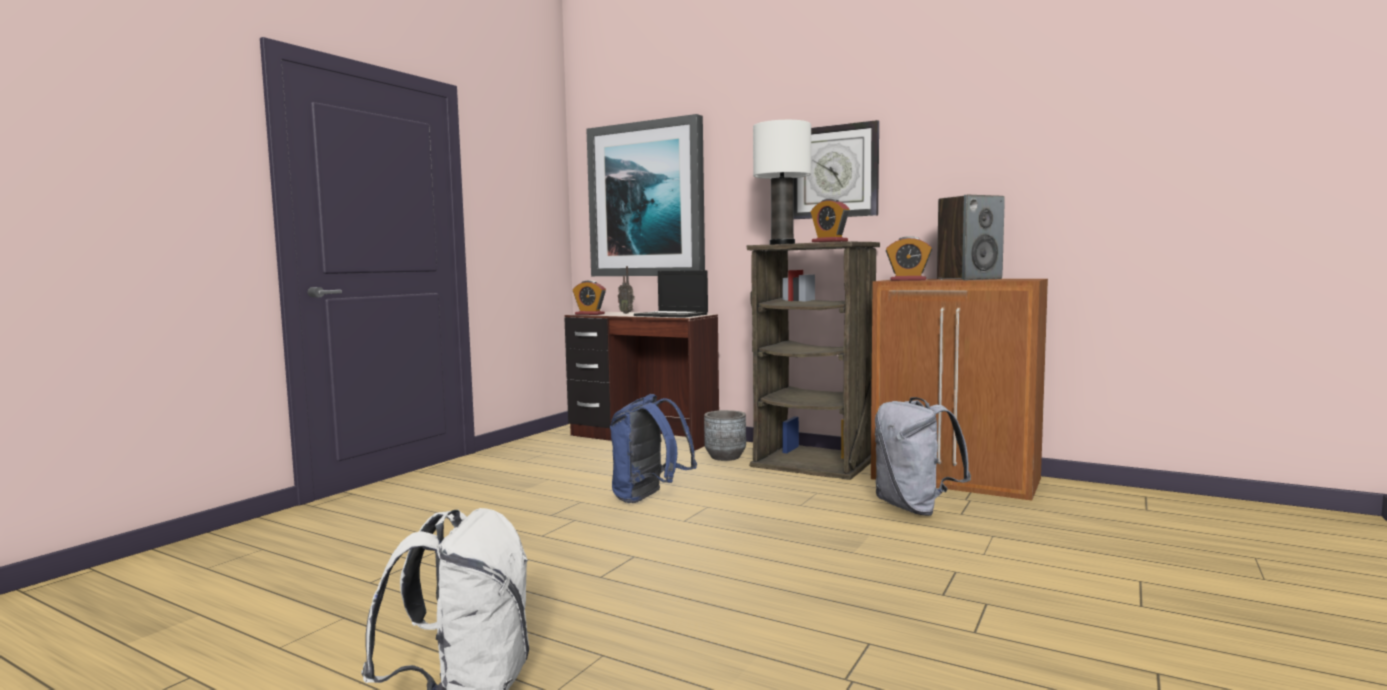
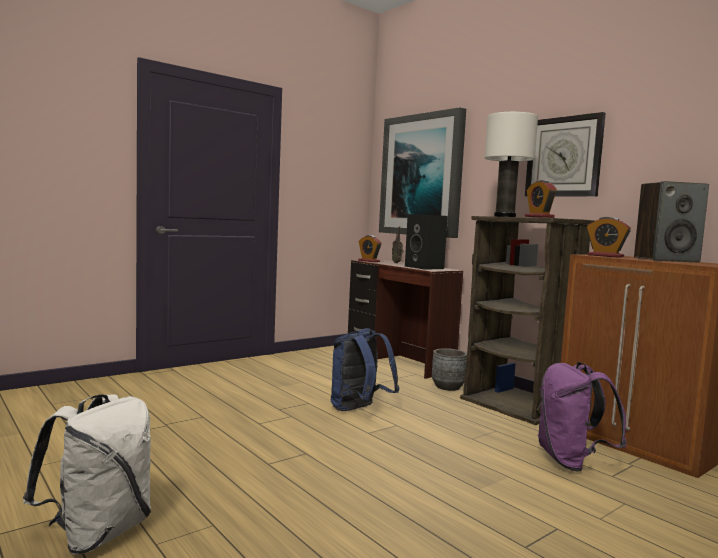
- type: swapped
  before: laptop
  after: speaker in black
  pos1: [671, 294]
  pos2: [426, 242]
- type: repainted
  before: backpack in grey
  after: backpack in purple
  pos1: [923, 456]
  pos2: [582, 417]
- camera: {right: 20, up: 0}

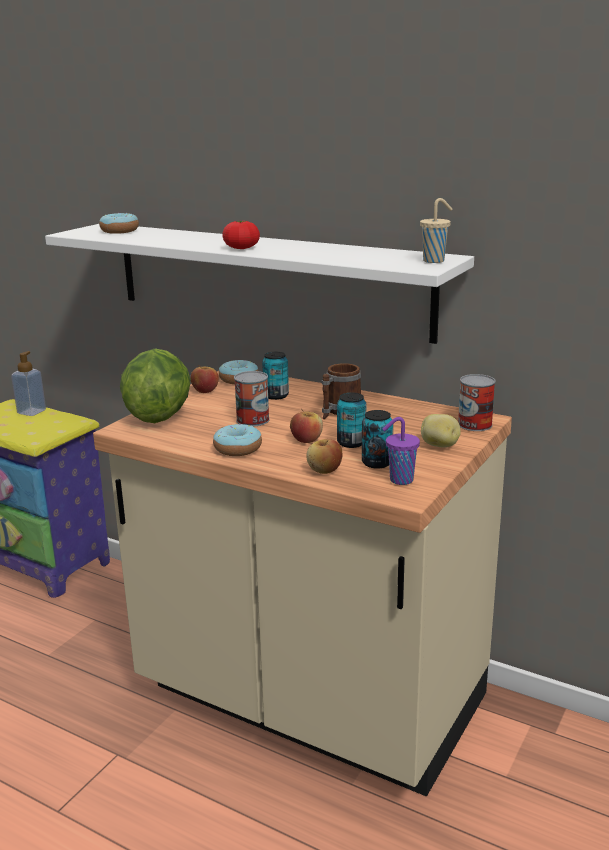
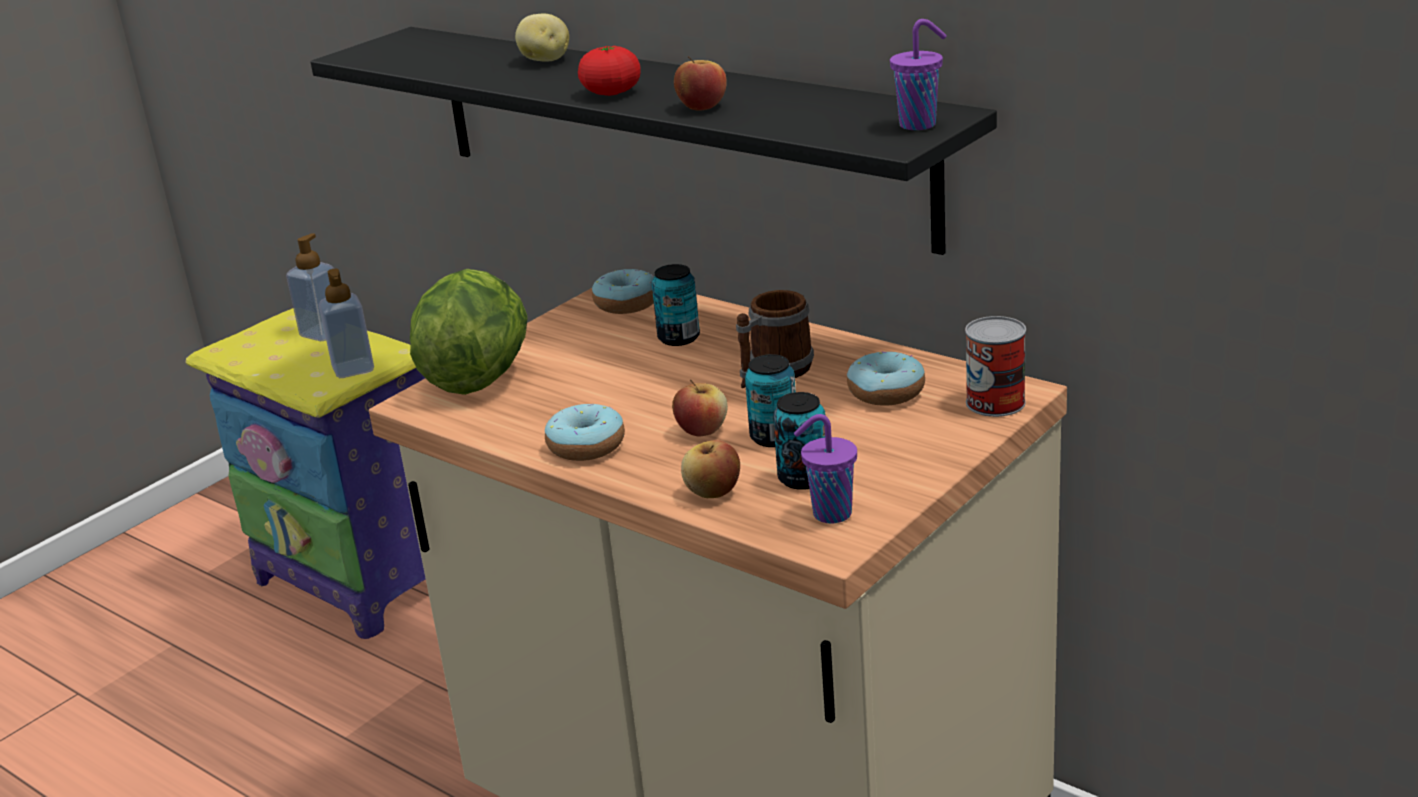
- type: repainted
  before: cup in beige
  after: cup in purple
  pos1: [436, 230]
  pos2: [918, 74]
- type: shifted
  before: donut
  pos1: [119, 223]
  pos2: [886, 378]
- type: repainted
  before: shelf in white
  after: shelf in black
  pos1: [259, 284]
  pos2: [653, 141]
- type: shifted
  before: apple
  pos1: [204, 379]
  pos2: [700, 83]
- type: gone
  before: can
  pos1: [252, 398]
- type: shifted
  before: potato
  pos1: [441, 431]
  pos2: [542, 37]
- type: new
  after: soap dispenser
  pos2: [346, 323]
- camera: {right: 10, up: 5}

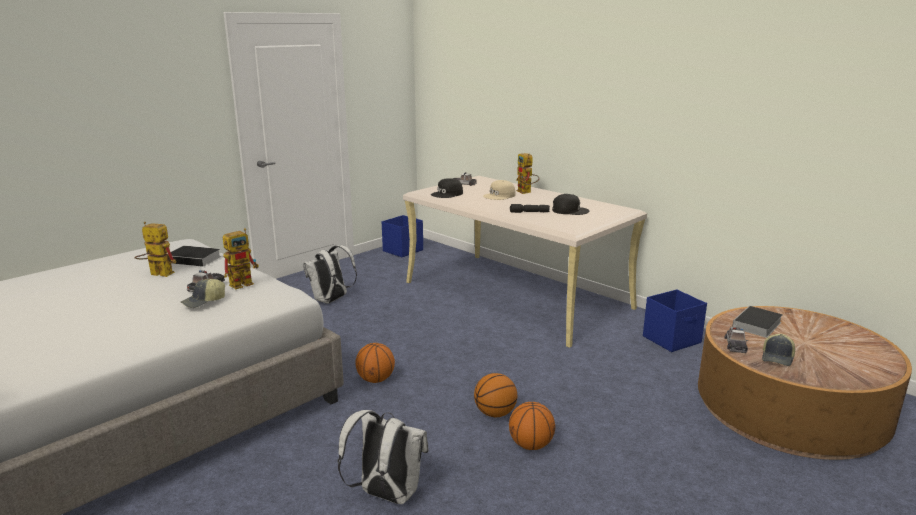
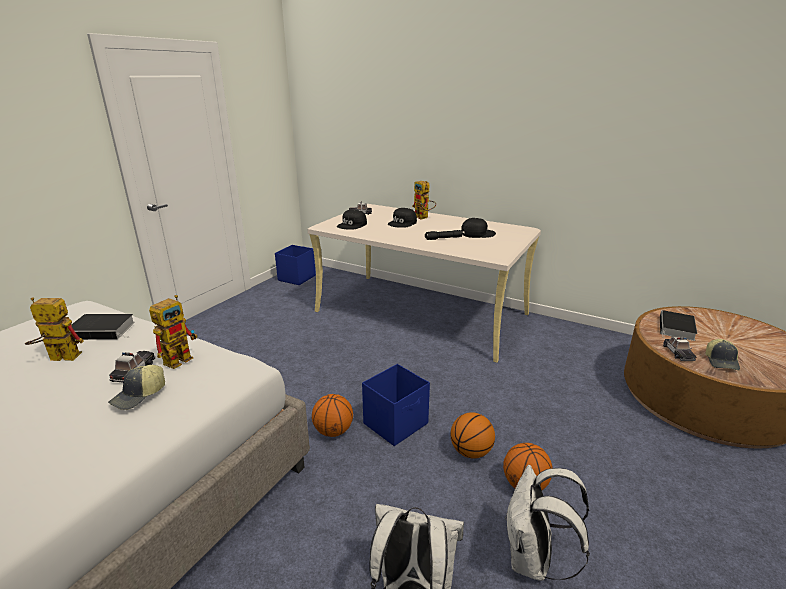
- type: repainted
  before: cap in beige
  after: cap in black
  pos1: [499, 190]
  pos2: [402, 218]
- type: shifted
  before: backpack in white
  pos1: [330, 274]
  pos2: [547, 523]
- type: shifted
  before: storage box in blue
  pos1: [675, 320]
  pos2: [396, 405]
- camera: {right: -15, up: 5}

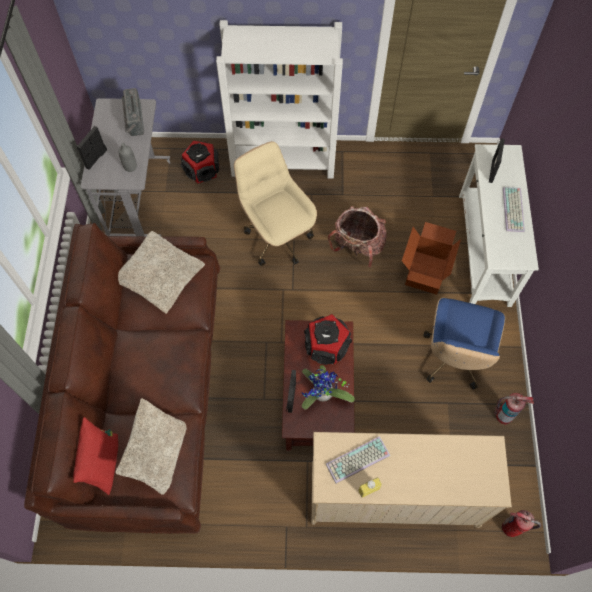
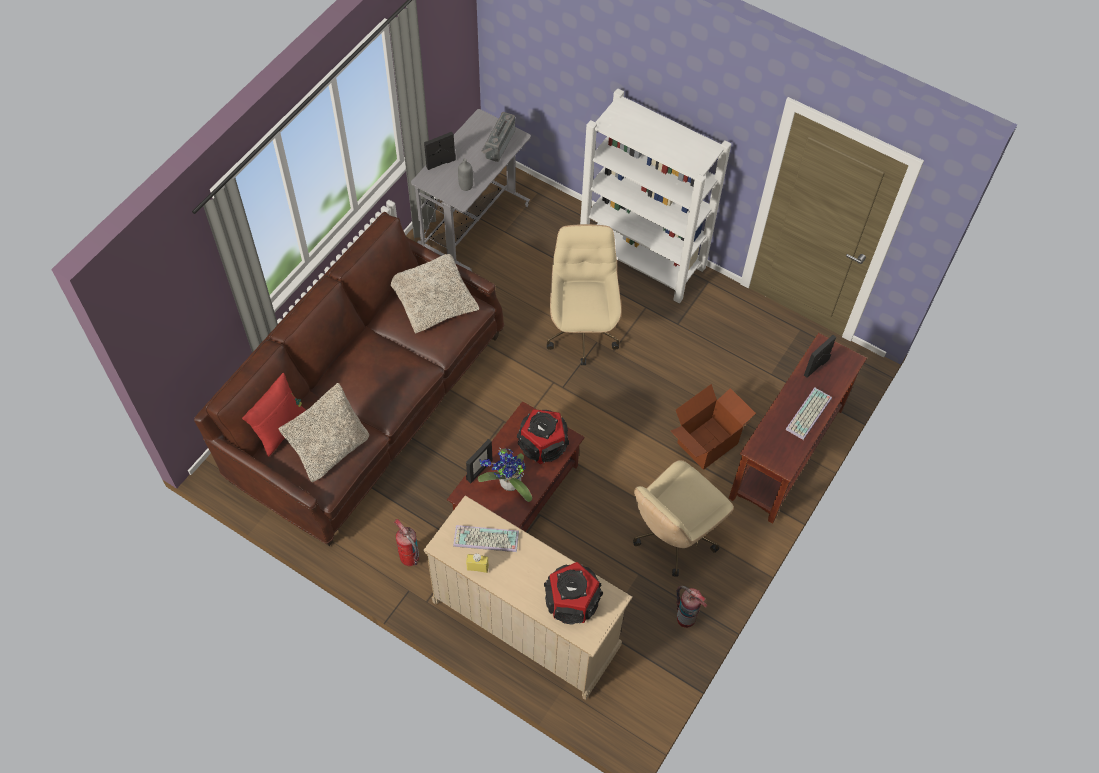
- type: shifted
  before: speaker
  pos1: [200, 162]
  pos2: [573, 593]
- type: repainted
  before: console table in white
  after: console table in brown
  pos1: [499, 225]
  pos2: [798, 428]
- type: gone
  before: backpack
  pos1: [357, 237]
- type: repainted
  before: office chair in blue
  after: office chair in beige
  pos1: [464, 344]
  pos2: [683, 518]
- type: shifted
  before: fire extinguisher
  pos1: [521, 523]
  pos2: [406, 542]
- camera: {right: 30, up: -5}

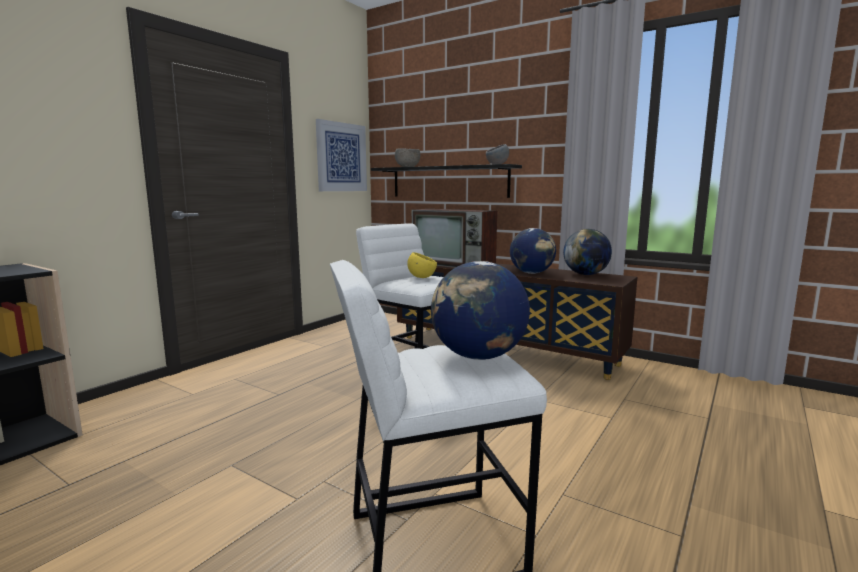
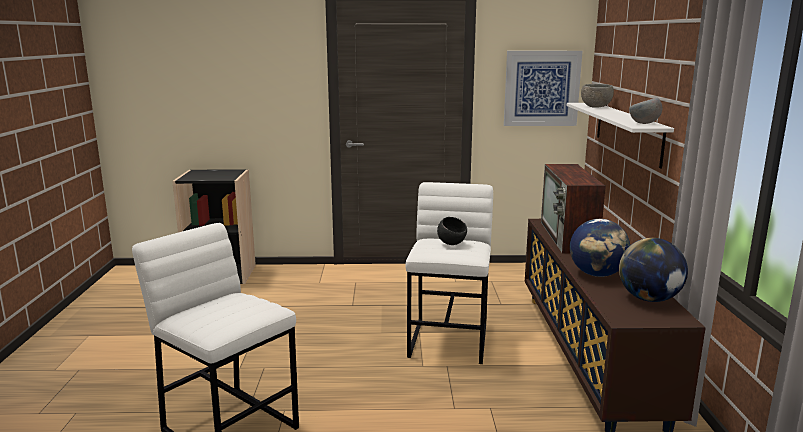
- type: repainted
  before: shelf in black
  after: shelf in white
  pos1: [446, 181]
  pos2: [620, 136]
- type: repainted
  before: bowl in yellow
  after: bowl in black
  pos1: [422, 265]
  pos2: [452, 231]
- type: gone
  before: globe
  pos1: [480, 310]
- camera: {right: 55, up: 5}

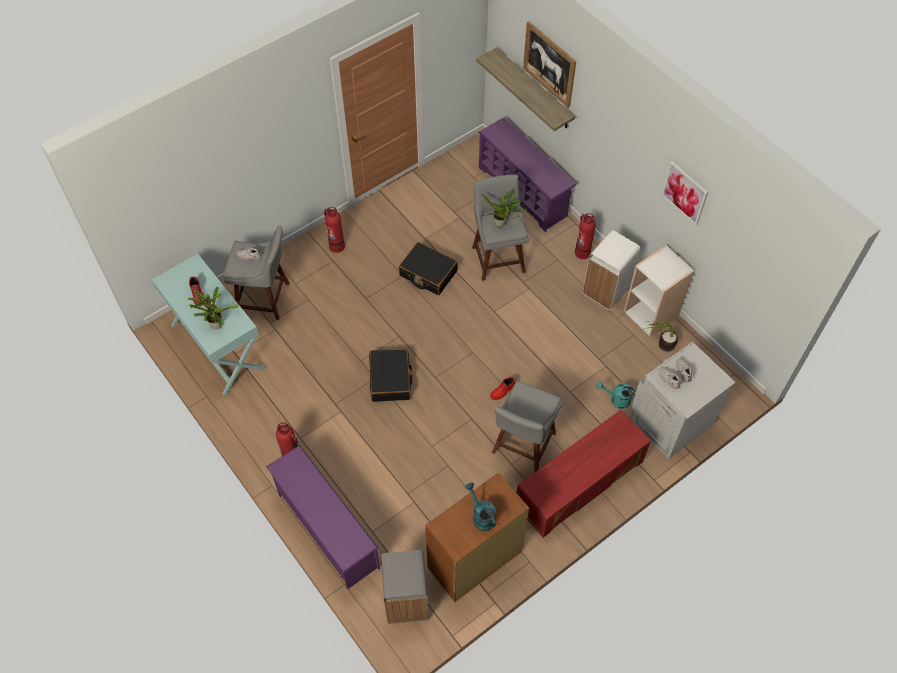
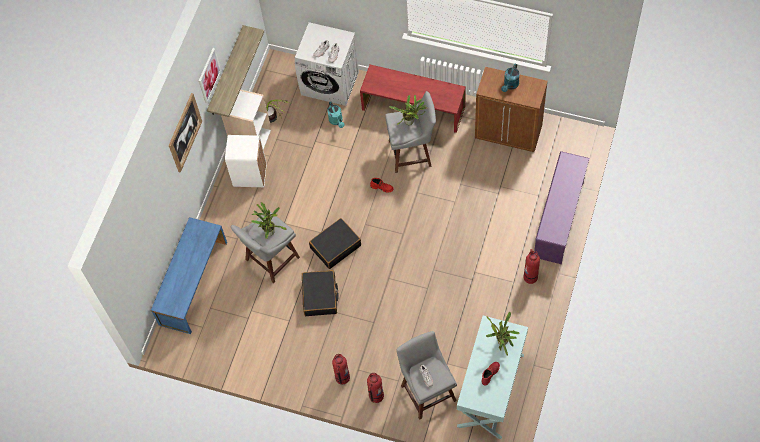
- type: shifted
  before: picture
  pos1: [549, 64]
  pos2: [185, 133]
- type: shifted
  before: shelf
  pos1: [525, 89]
  pos2: [235, 71]
- type: swapped
  before: shoe rack in purple
  after: bench in blue
  pos1: [527, 174]
  pos2: [189, 275]
- type: shifted
  before: fire extinguisher
  pos1: [585, 236]
  pos2: [375, 388]
- type: shifted
  before: suitcase in black
  pos1: [390, 375]
  pos2: [335, 243]
- type: gone
  before: trash can in grey
  pos1: [405, 587]
- type: new
  after: potted plant
  pos2: [408, 110]
- camera: {right: -120, up: 5}

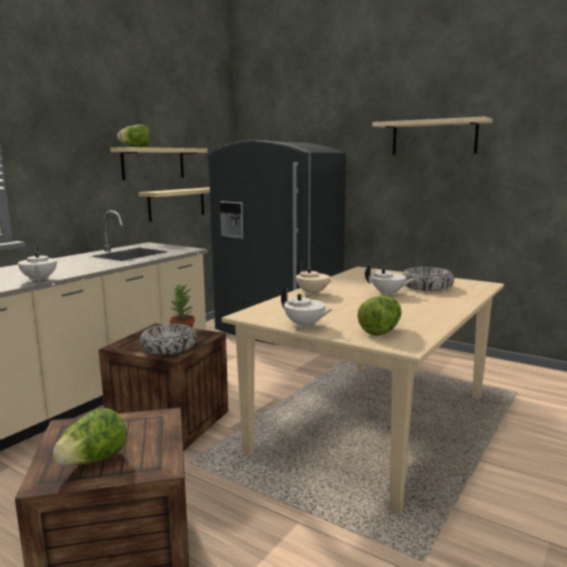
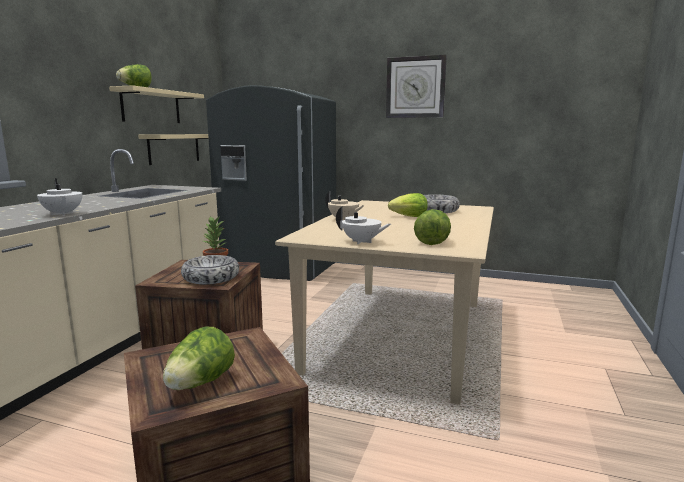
- type: swapped
  before: shelf in beige
  after: wall clock
  pos1: [432, 136]
  pos2: [416, 86]
- type: swapped
  before: teapot in white
  after: lettuce
  pos1: [390, 280]
  pos2: [408, 205]
- camera: {right: -15, up: 0}

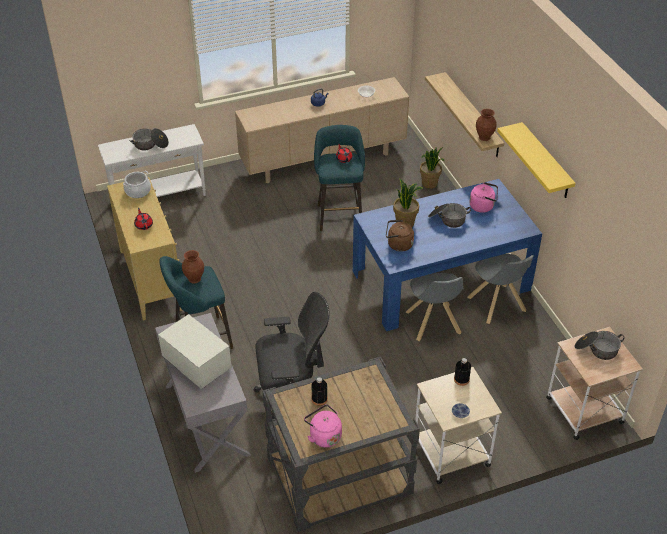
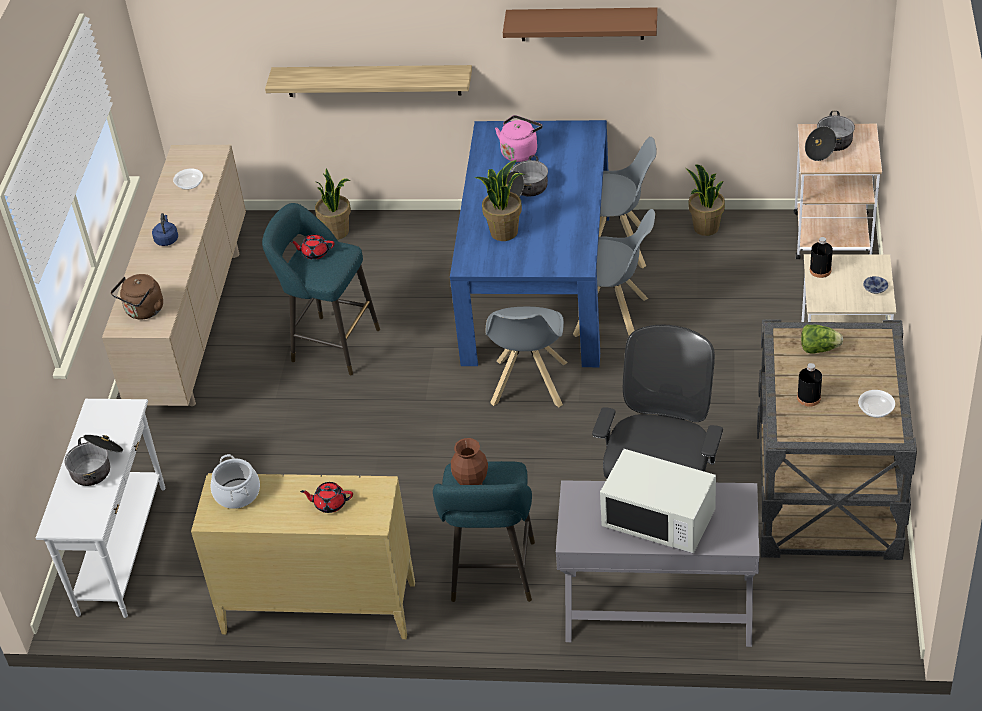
- type: gone
  before: vase in brown
  pos1: [486, 125]
- type: repainted
  before: shelf in yellow
  after: shelf in brown
  pos1: [536, 160]
  pos2: [580, 24]
- type: shifted
  before: kettle in brown
  pos1: [400, 236]
  pos2: [137, 297]
- type: rotated
  before: microwave in white
  pos1: [194, 351]
  pos2: [658, 501]
  turn: -135
- type: swapped
  before: kettle in pink
  after: bowl
  pos1: [323, 426]
  pos2: [876, 404]
- type: new
  after: potted plant
  pos2: [705, 200]
- type: new
  after: chair in grey
  pos2: [526, 357]
- type: new
  after: lettuce
  pos2: [822, 339]
- camera: {right: -60, up: 0}

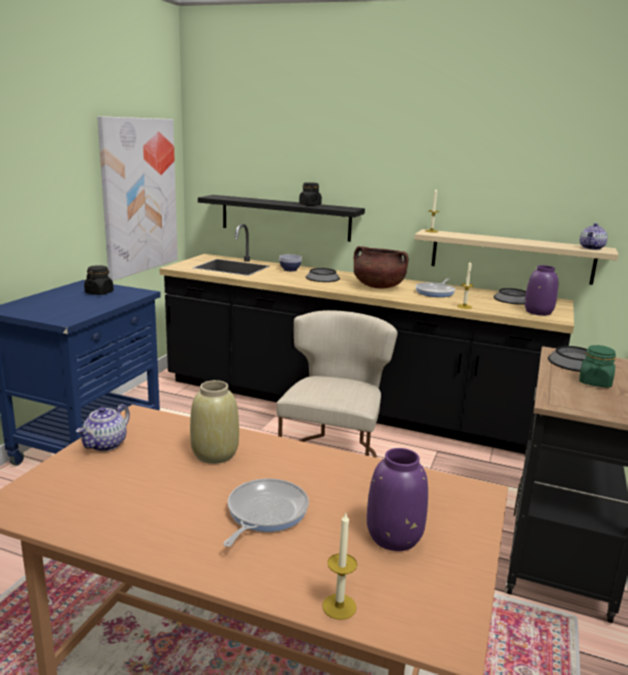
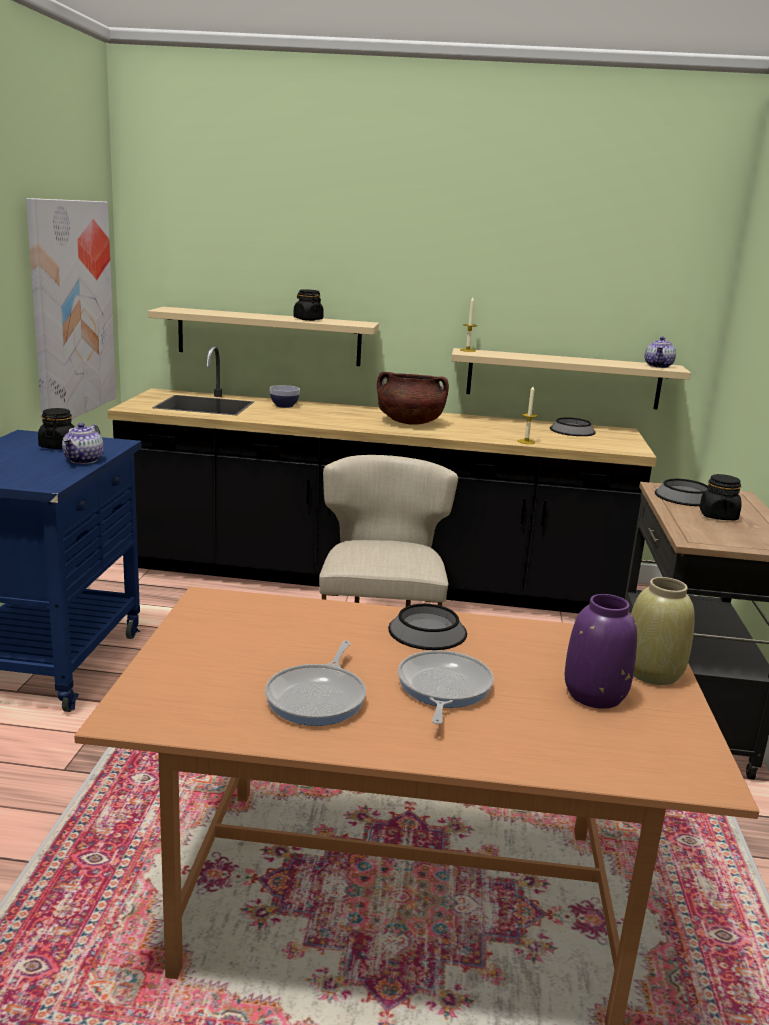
- type: repainted
  before: shelf in black
  after: shelf in beige
  pos1: [281, 218]
  pos2: [263, 336]
- type: gone
  before: vase in purple
  pos1: [541, 290]
- type: shifted
  before: bowl
  pos1: [323, 275]
  pos2: [427, 627]
- type: shifted
  before: frying pan
  pos1: [435, 287]
  pos2: [315, 683]
- type: repainted
  before: jar in green
  after: jar in black
  pos1: [597, 366]
  pos2: [720, 497]
- type: shifted
  before: vase in beige
  pos1: [214, 422]
  pos2: [663, 631]
- type: shifted
  before: teapot
  pos1: [103, 427]
  pos2: [83, 443]
- type: gone
  before: candle
  pos1: [339, 566]
- camera: {right: -15, up: 0}

